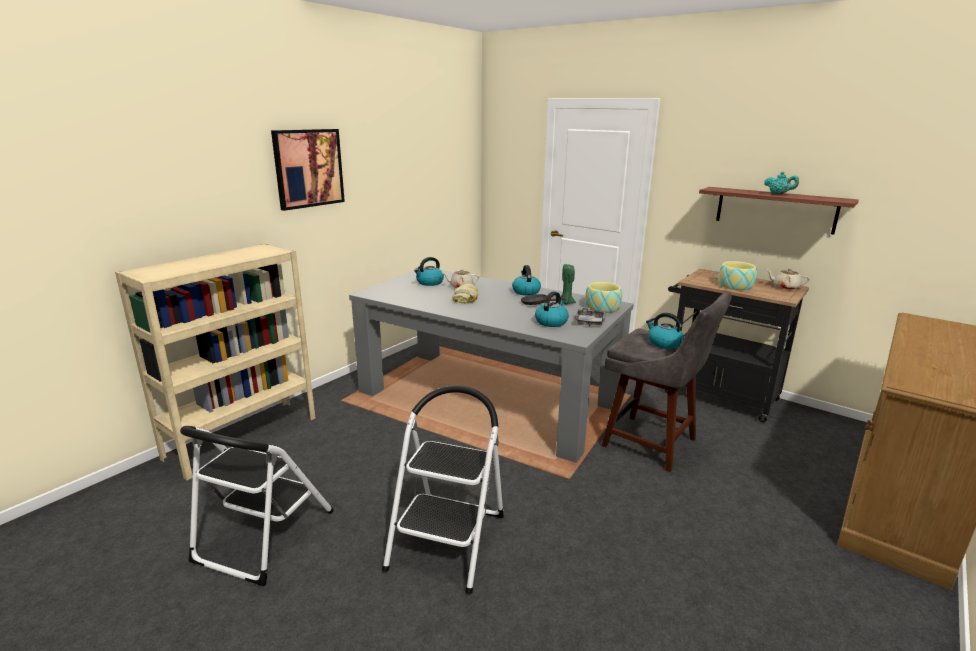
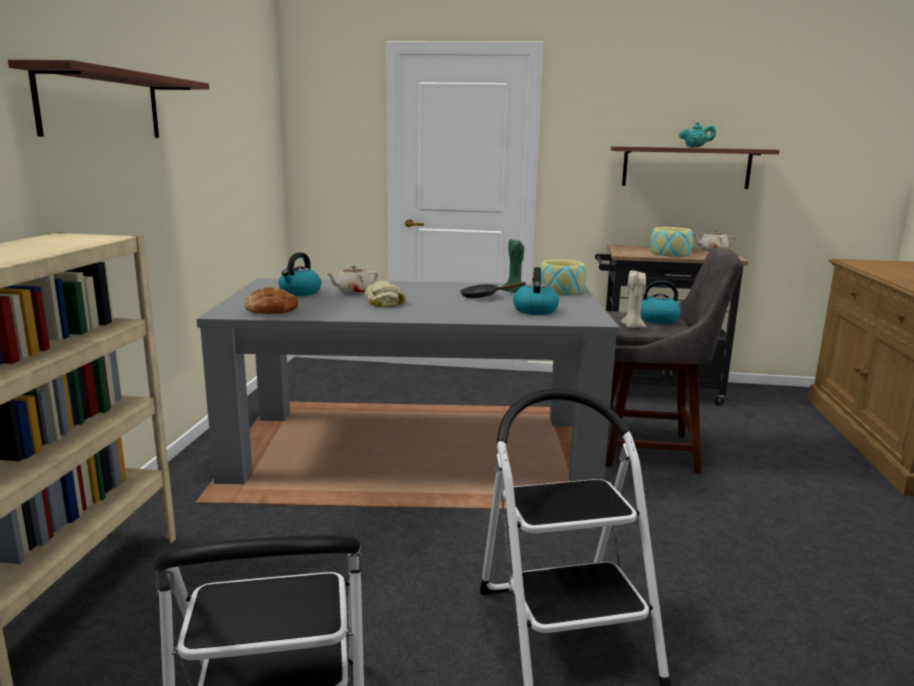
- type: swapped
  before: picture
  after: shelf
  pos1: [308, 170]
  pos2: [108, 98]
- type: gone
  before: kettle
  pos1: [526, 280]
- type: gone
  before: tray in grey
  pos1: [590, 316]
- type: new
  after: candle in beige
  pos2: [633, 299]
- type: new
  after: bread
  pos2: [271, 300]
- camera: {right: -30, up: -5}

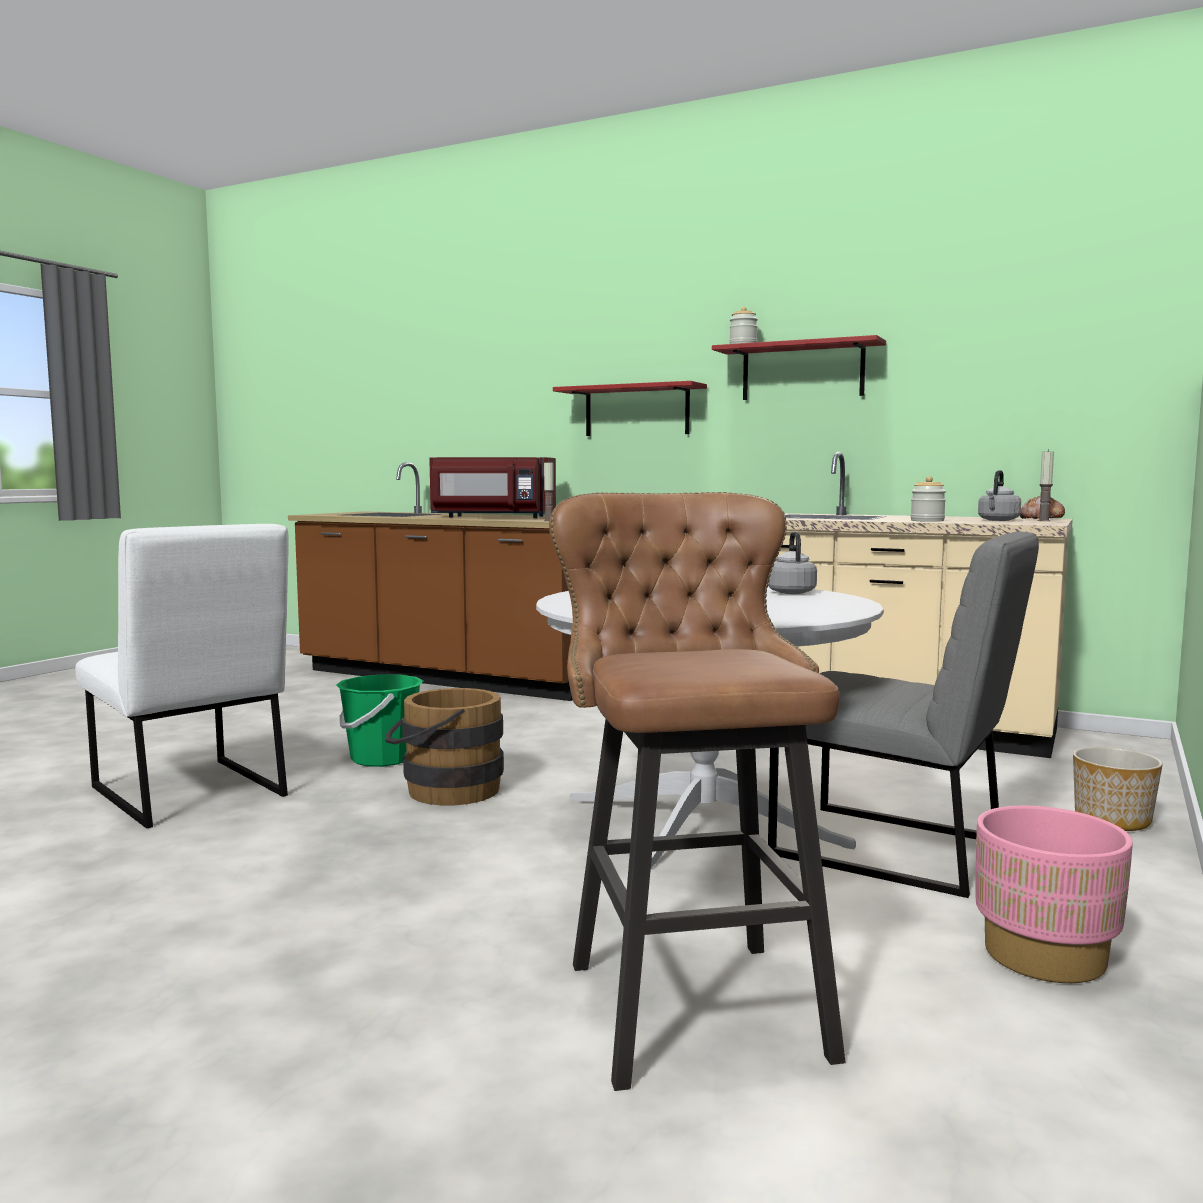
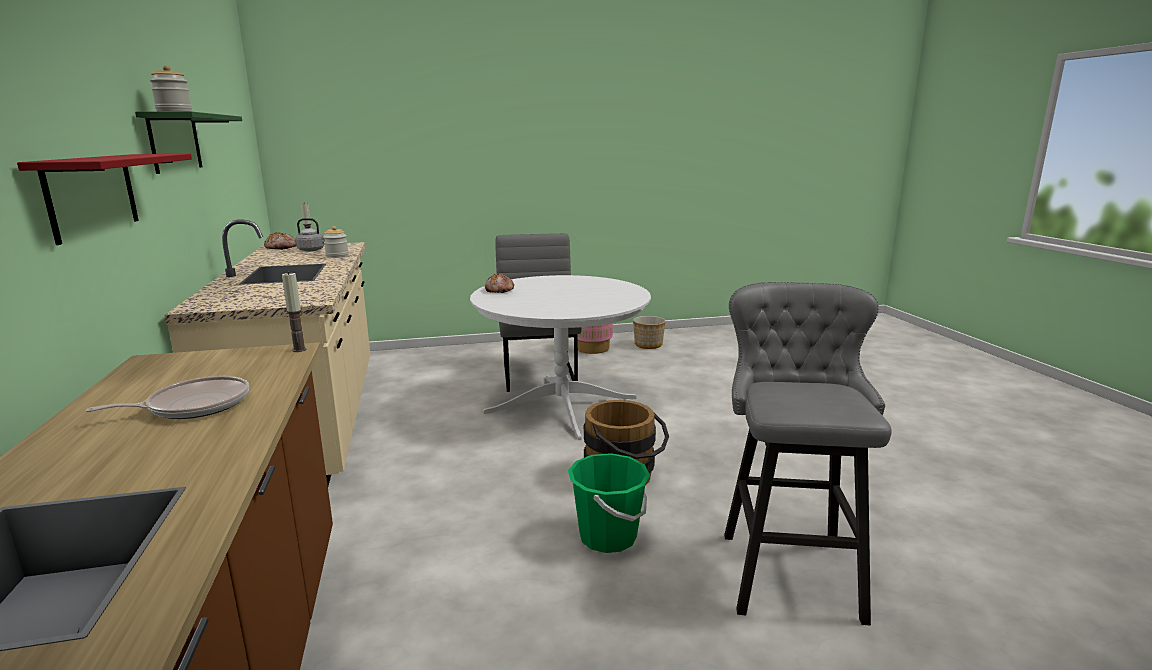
- type: repainted
  before: shelf in red
  after: shelf in green
  pos1: [799, 367]
  pos2: [188, 142]
- type: swapped
  before: microwave in red
  after: frying pan
  pos1: [492, 487]
  pos2: [167, 397]
- type: gone
  before: stool in brown
  pos1: [697, 791]
- type: swapped
  before: chair in white
  after: stool in grey
  pos1: [182, 676]
  pos2: [808, 454]
- type: swapped
  before: kettle in grey
  after: bread
  pos1: [792, 563]
  pos2: [499, 283]
- type: shifted
  before: planter
  pos1: [1118, 789]
  pos2: [649, 332]
- camera: {right: -130, up: 10}

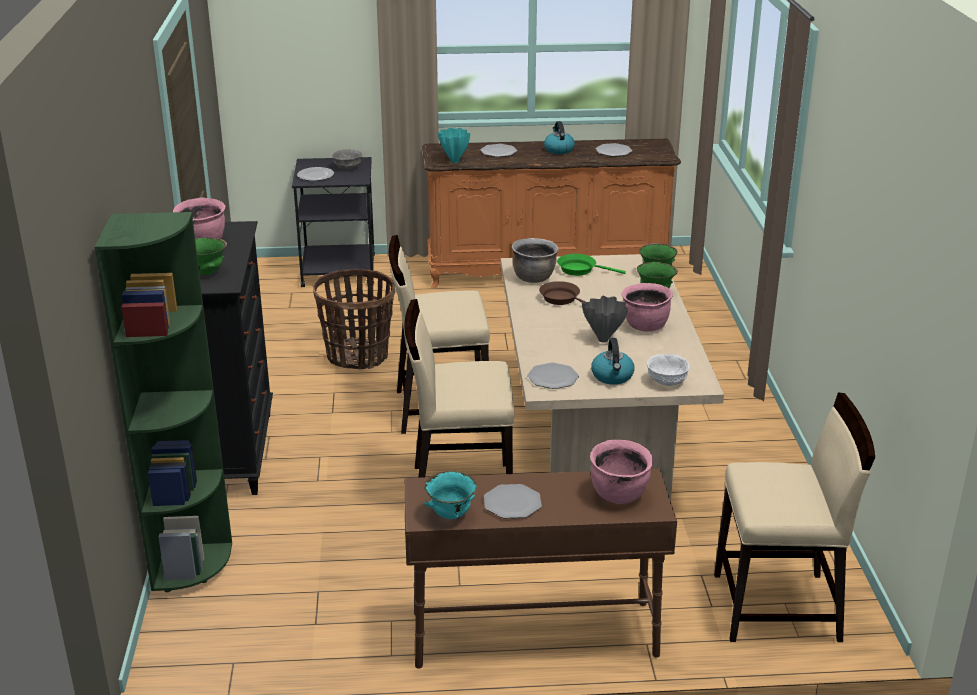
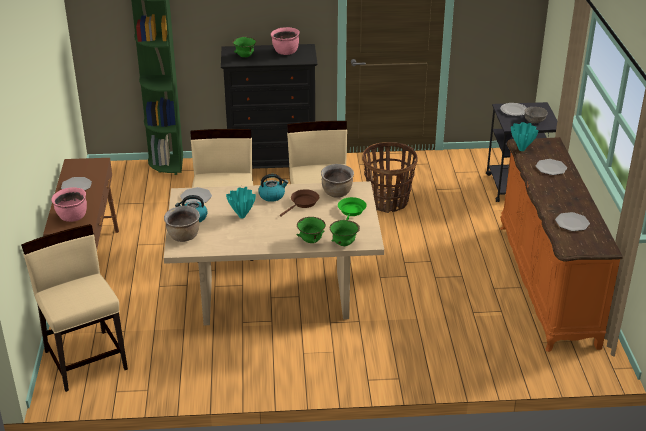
- type: shifted
  before: kettle
  pos1: [559, 137]
  pos2: [273, 188]
- type: gone
  before: cooking pot in pink
  pos1: [647, 307]
- type: repainted
  before: vase in grey
  after: vase in turquoise
  pos1: [605, 319]
  pos2: [241, 202]
- type: swapped
  before: bowl in white
  after: cooking pot in brown
  pos1: [668, 370]
  pos2: [182, 224]
- type: rotated
  before: chair in beige
  pos1: [794, 517]
  pos2: [74, 308]
  turn: 150
- type: gone
  before: bowl in turquoise
  pos1: [450, 495]
- camera: {right: 90, up: 5}

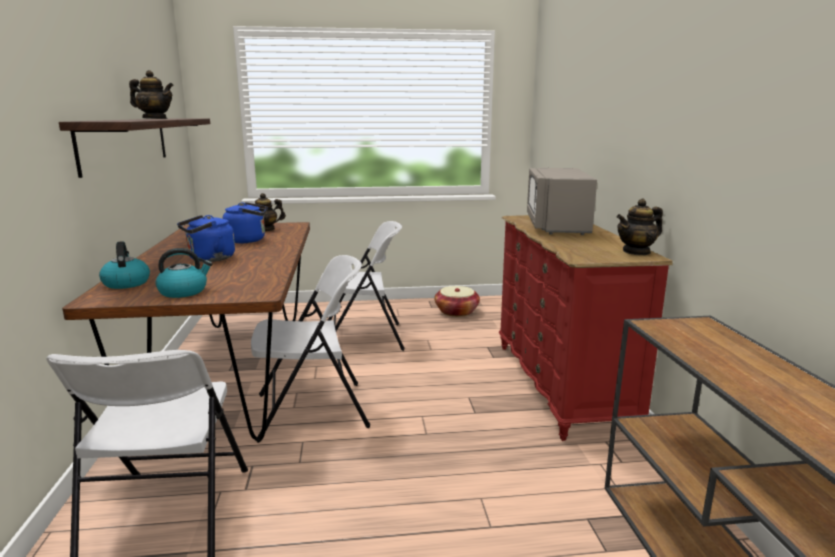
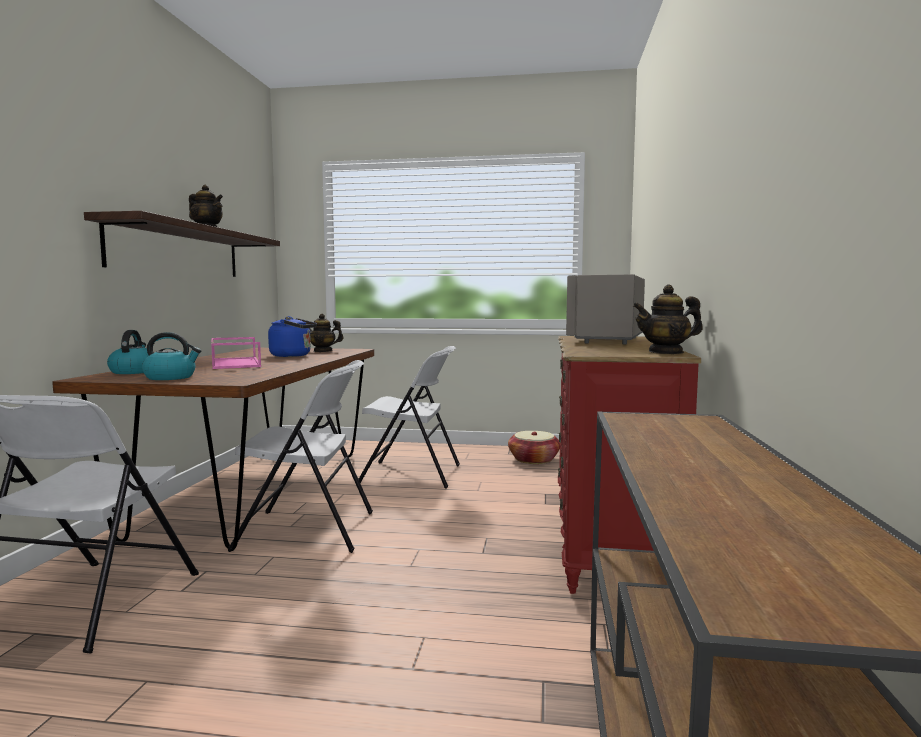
- type: swapped
  before: kettle in blue
  after: tray in pink
  pos1: [206, 238]
  pos2: [236, 353]
- camera: {right: 15, up: -10}

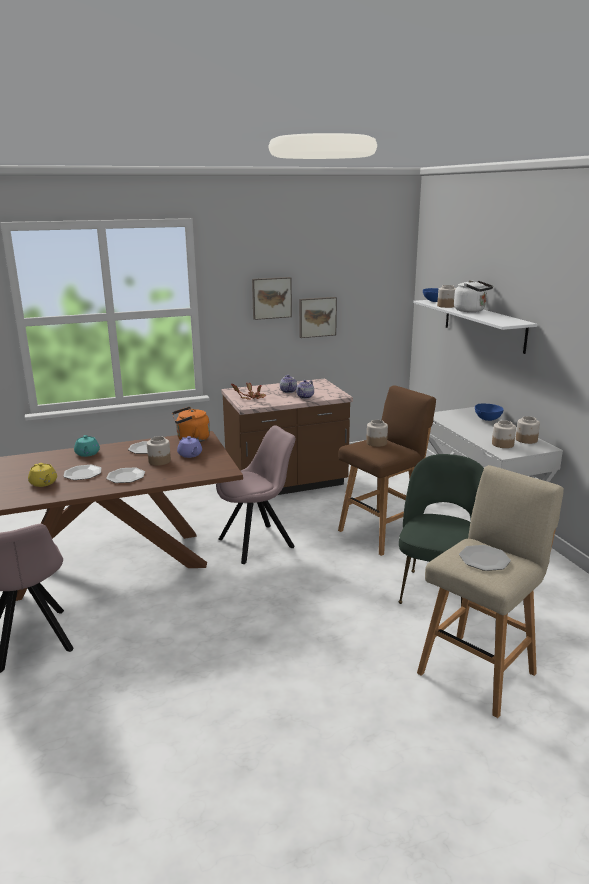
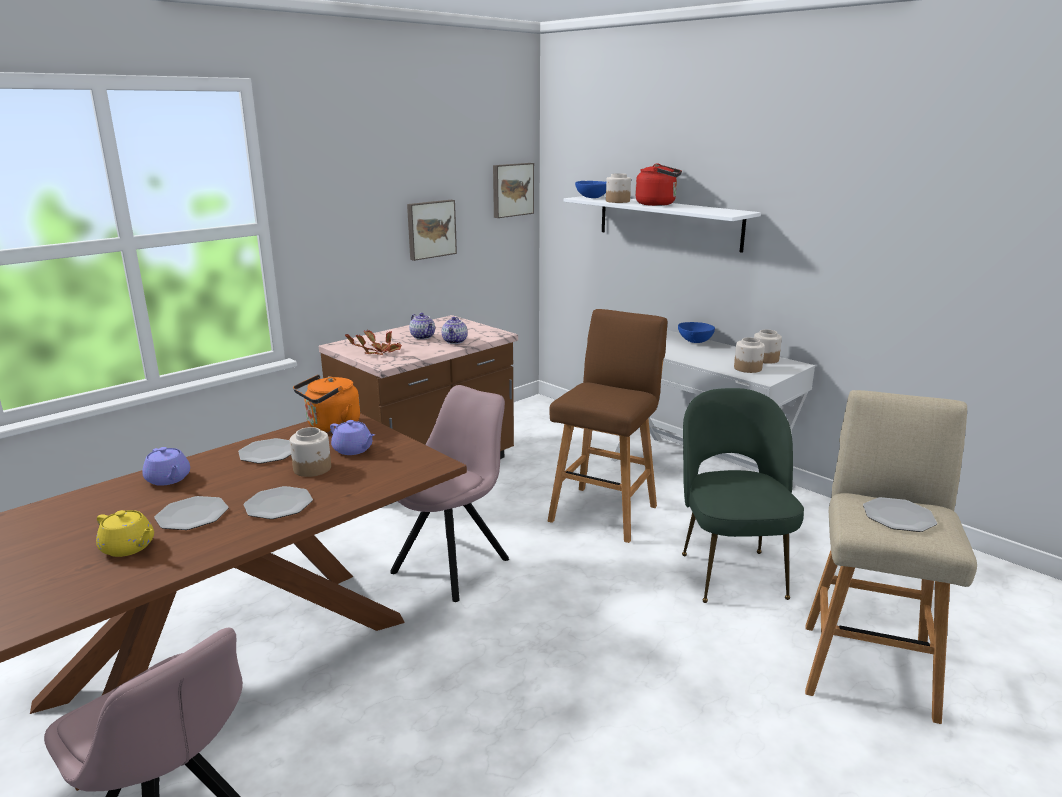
- type: shifted
  before: picture
  pos1: [272, 298]
  pos2: [513, 190]
- type: repainted
  before: kettle in white
  after: kettle in red
  pos1: [473, 296]
  pos2: [658, 184]
- type: gone
  before: jar
  pos1: [377, 433]
- type: repainted
  before: teapot in turquoise
  after: teapot in purple
  pos1: [87, 446]
  pos2: [166, 466]
- camera: {right: -25, up: 0}

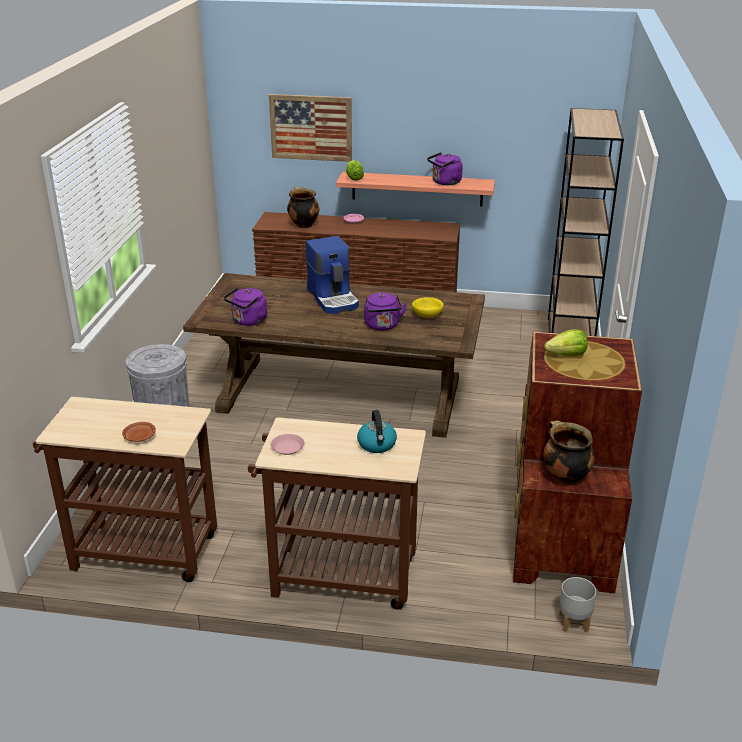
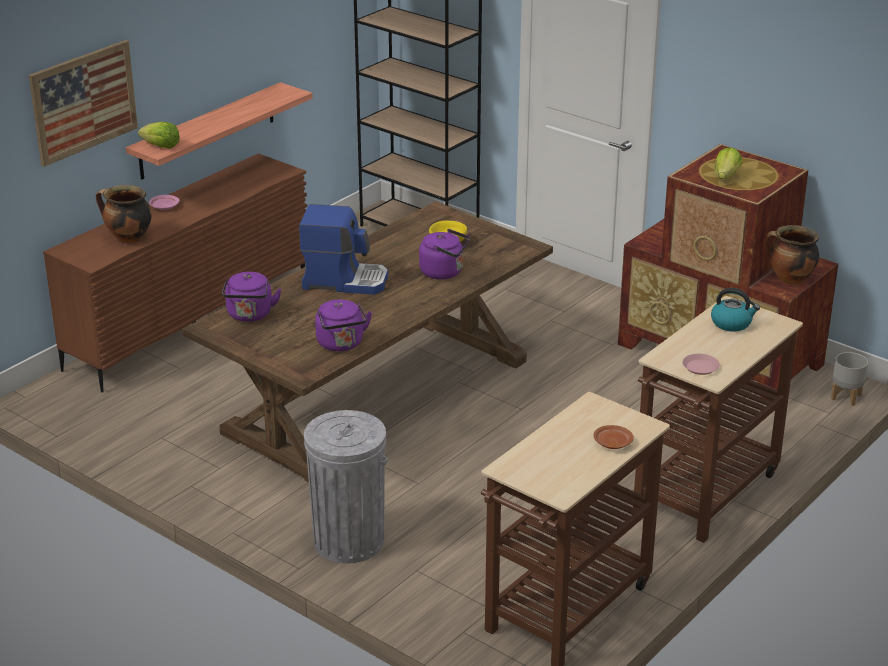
- type: shifted
  before: kettle in purple
  pos1: [445, 168]
  pos2: [251, 297]
- camera: {right: -60, up: 0}

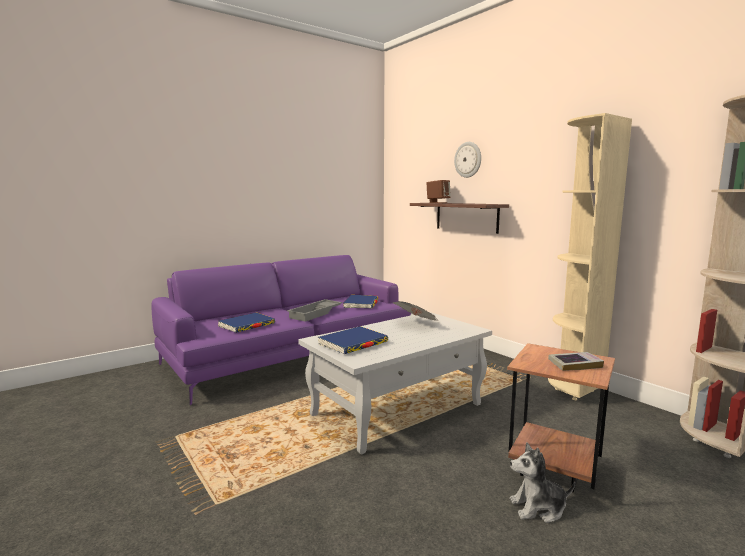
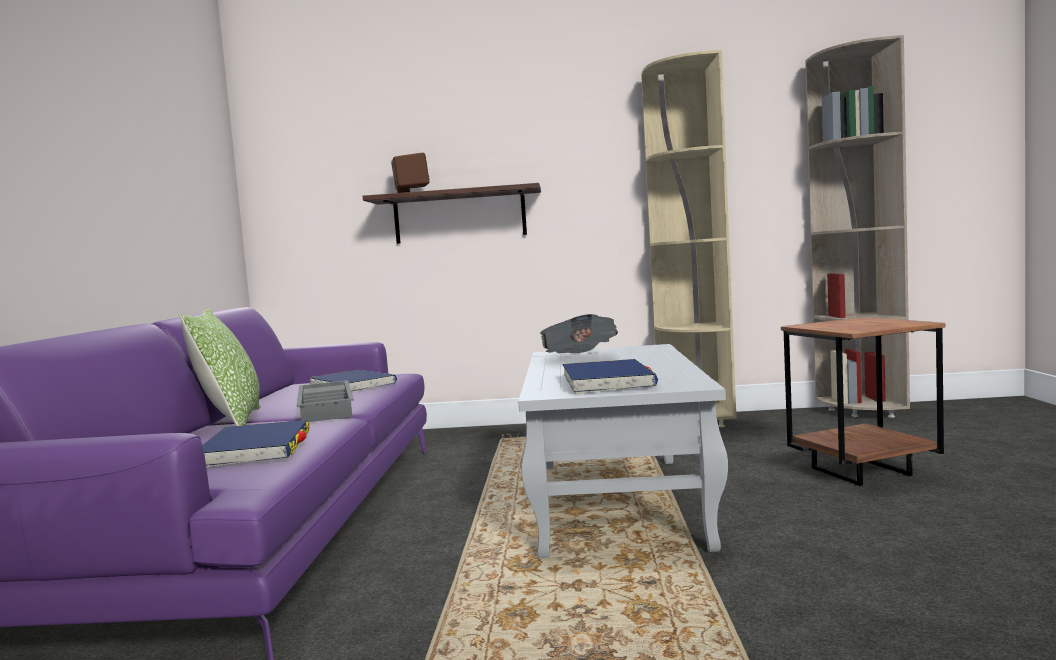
- type: gone
  before: wall clock
  pos1: [467, 160]
- type: gone
  before: book
  pos1: [576, 361]
- type: gone
  before: plush toy
  pos1: [542, 482]
- type: new
  after: pillow
  pos2: [221, 367]
- camera: {right: -50, up: -5}

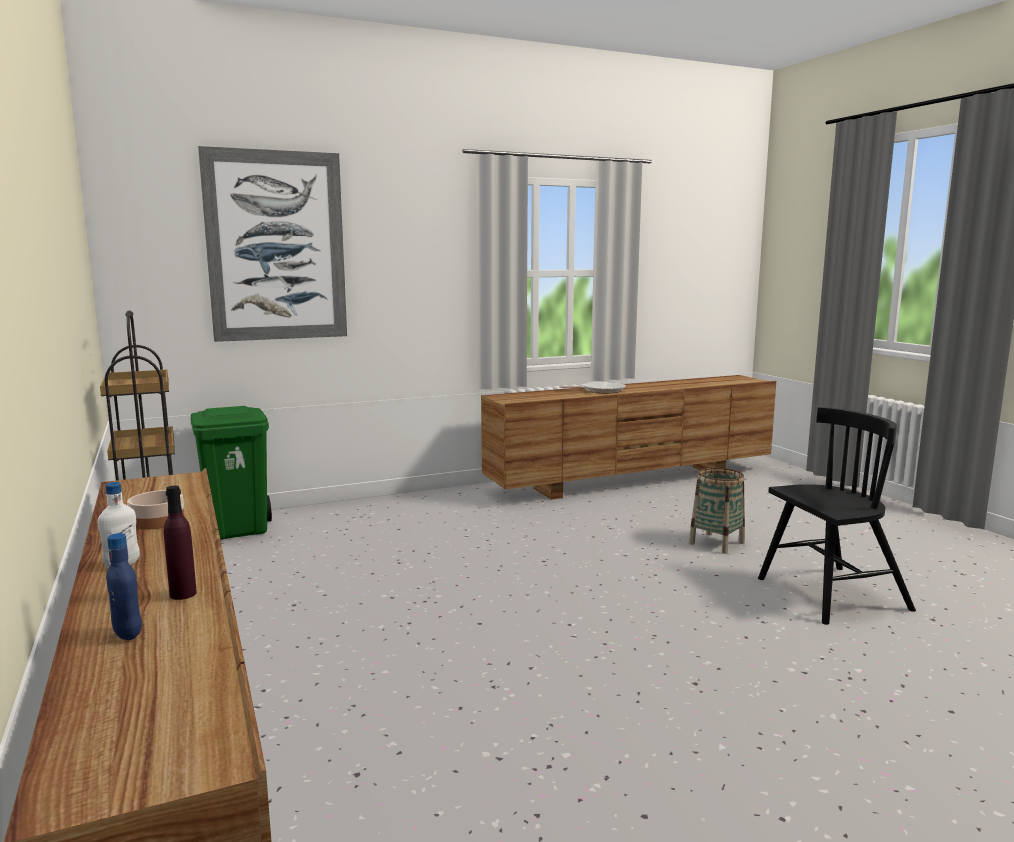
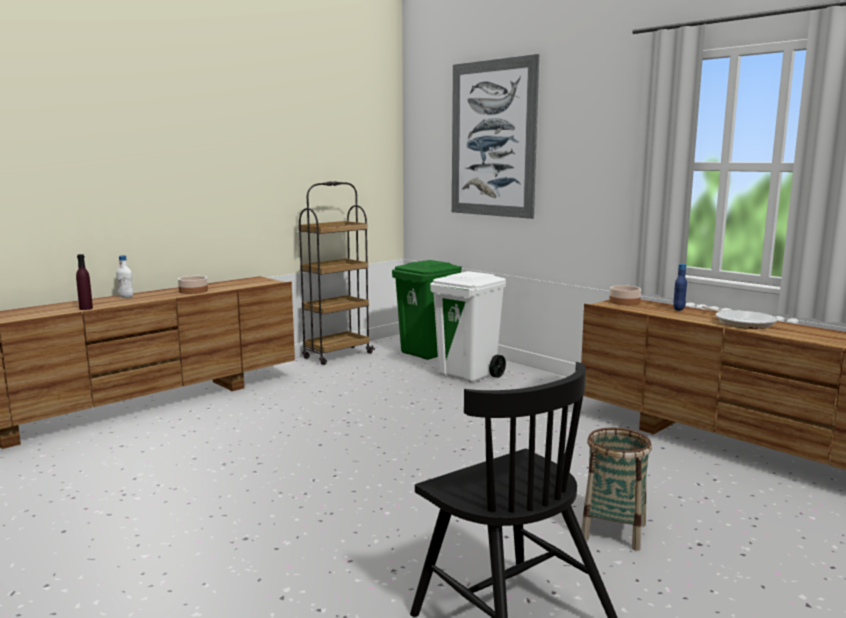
- type: shifted
  before: bottle in blue
  pos1: [124, 586]
  pos2: [680, 287]
- type: new
  after: trash can in white
  pos2: [468, 327]
- type: new
  after: bowl
  pos2: [625, 295]
- camera: {right: 70, up: 0}

